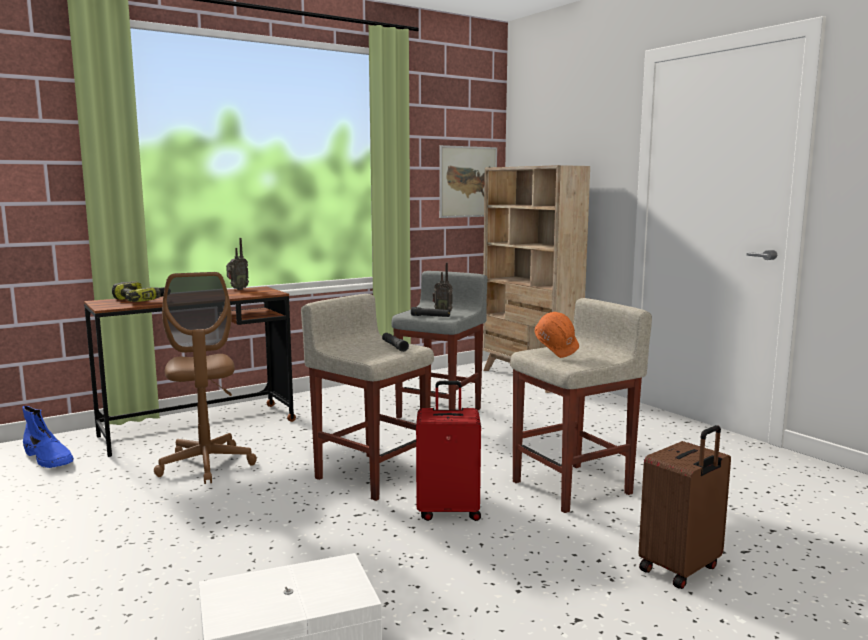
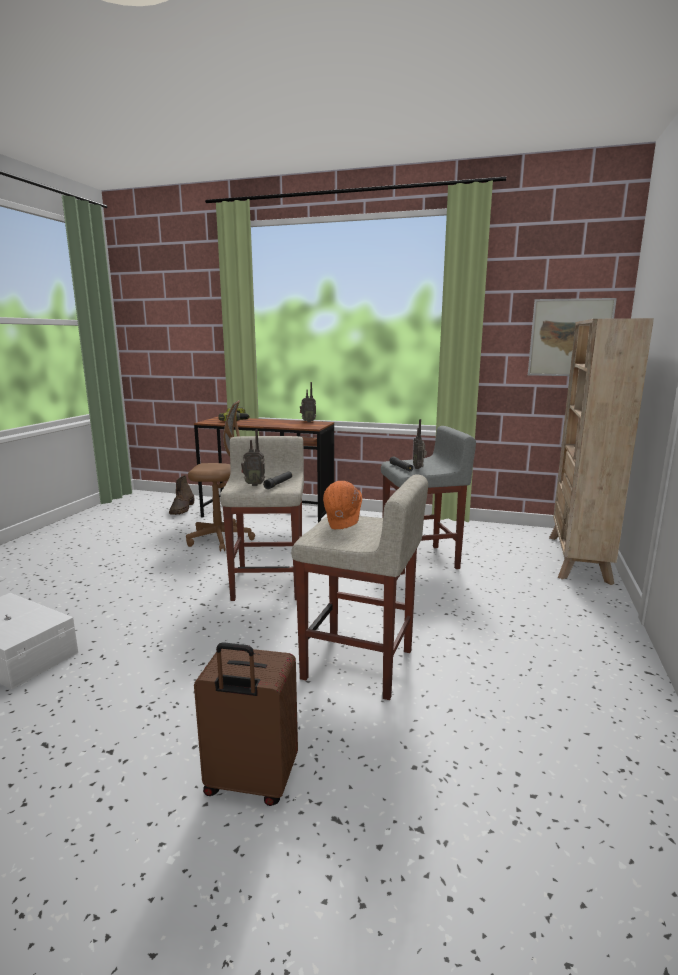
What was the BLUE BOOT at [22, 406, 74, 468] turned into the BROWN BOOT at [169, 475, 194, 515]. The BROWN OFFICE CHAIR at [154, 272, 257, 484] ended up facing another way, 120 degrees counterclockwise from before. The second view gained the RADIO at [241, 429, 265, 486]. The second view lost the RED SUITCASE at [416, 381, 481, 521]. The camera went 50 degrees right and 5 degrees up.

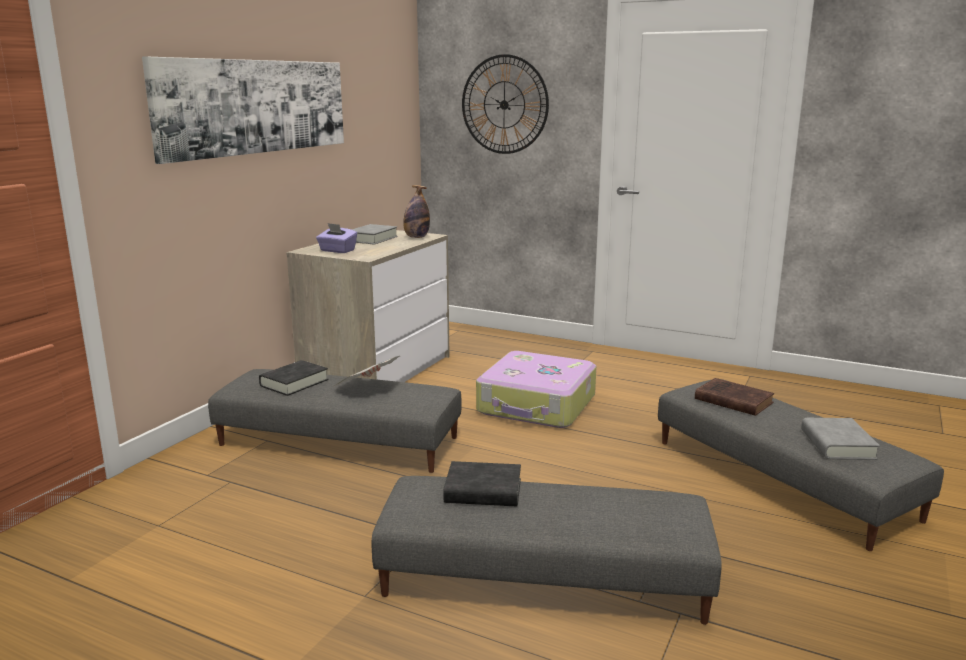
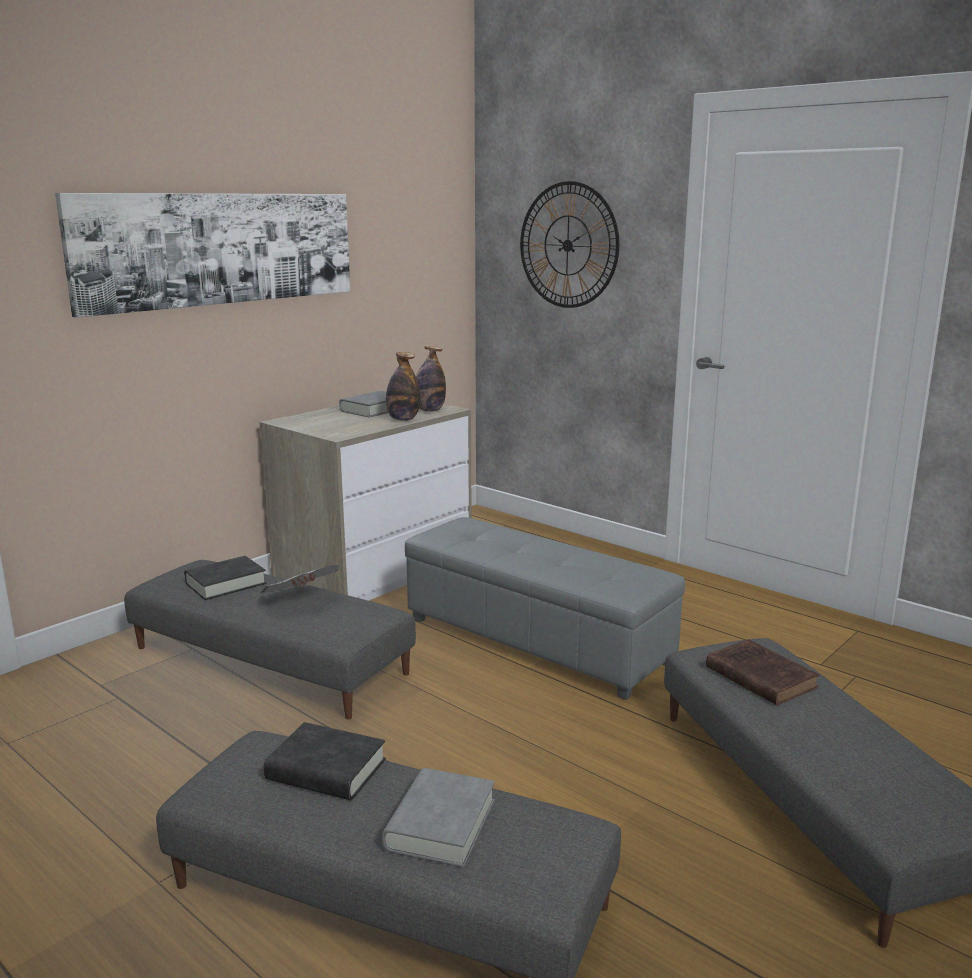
The GREY BOOK ended up elsewhere, having gone from [801, 418, 880, 460] to [382, 768, 495, 868]. The second view gained the BOTTLE at [386, 352, 420, 421]. Where the SUITCASE stood at [476, 351, 596, 428], the GREY OTTOMAN came to stand at [405, 517, 685, 700]. The second view lost the PURPLE TISSUE BOX at [316, 223, 357, 253]. The camera went 15 degrees right and 0 degrees up.

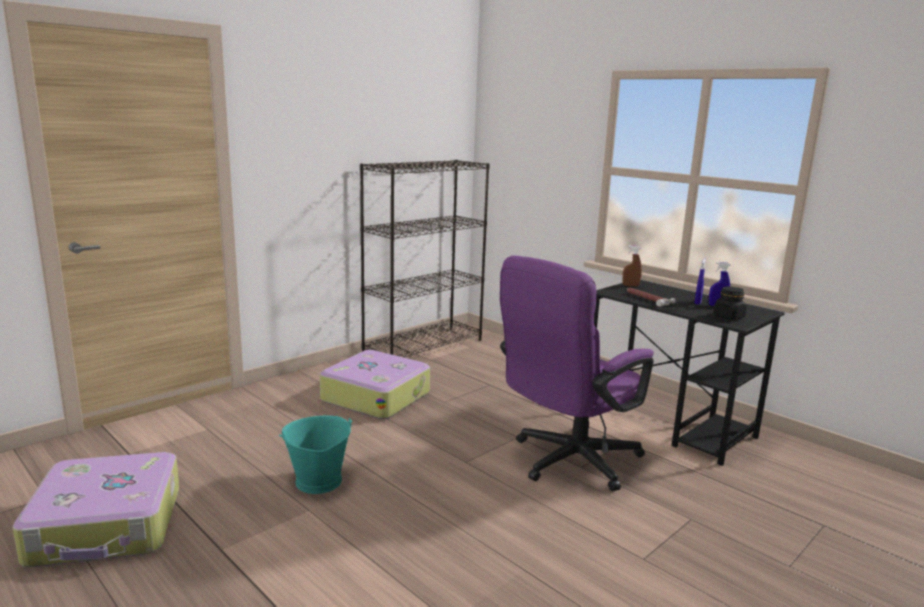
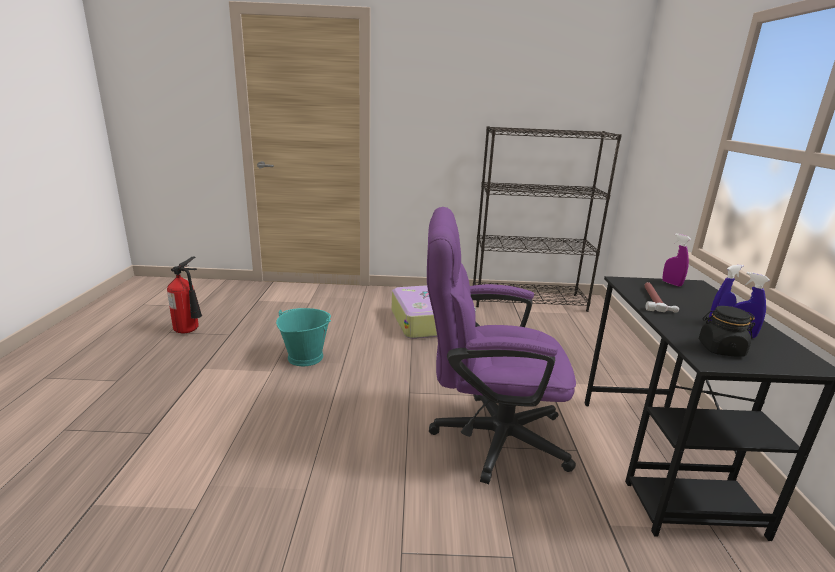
Where the SUITCASE stood at [12, 452, 179, 567], the FIRE EXTINGUISHER came to stand at [167, 256, 202, 333]. What was the BROWN SPRAY BOTTLE at [622, 245, 642, 287] turned into the PURPLE SPRAY BOTTLE at [662, 233, 691, 287]. The camera went 45 degrees right and 5 degrees up.

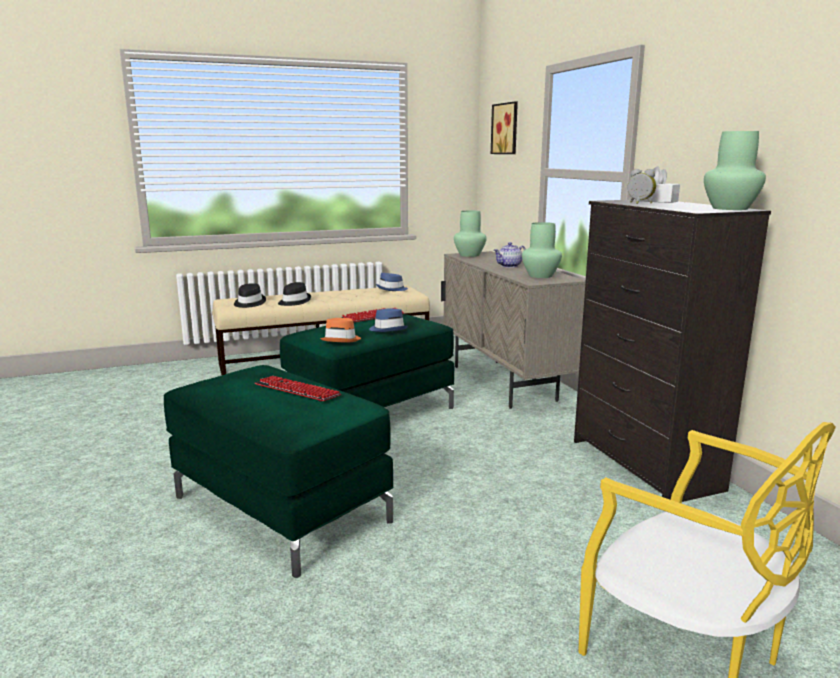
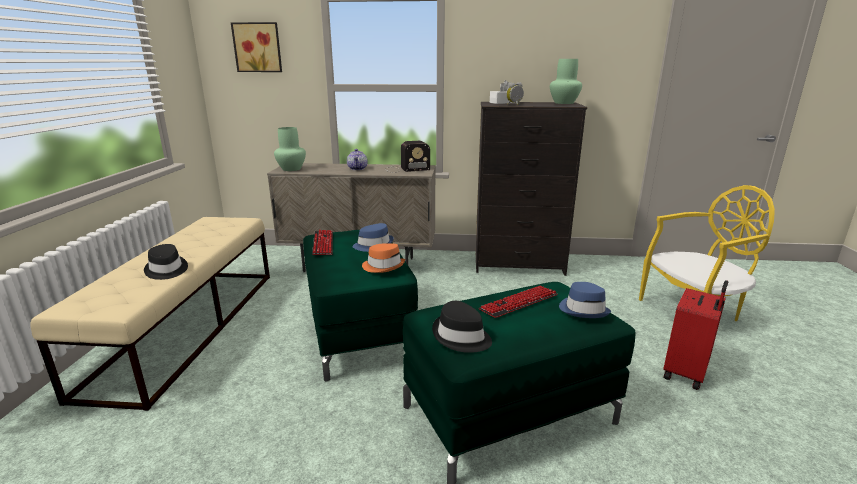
Where the GREEN VASE stood at [522, 222, 562, 278], the RADIO came to stand at [385, 141, 430, 173]. The BLACK HAT ended up elsewhere, having gone from [234, 283, 266, 308] to [432, 301, 492, 353]. The BLUE HAT ended up elsewhere, having gone from [376, 273, 408, 291] to [559, 282, 611, 318]. The second view gained the RED SUITCASE at [664, 280, 728, 390]. The camera went 65 degrees left and 5 degrees up.

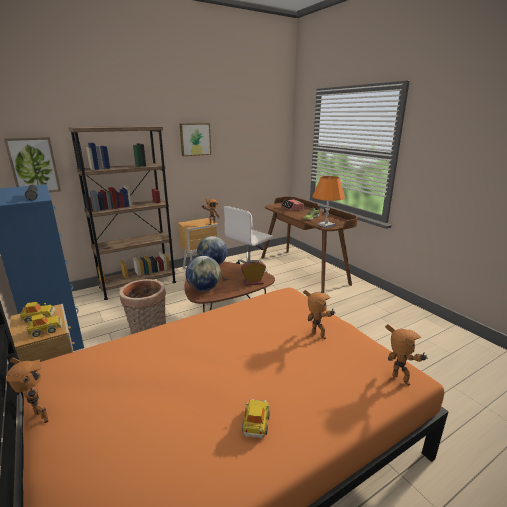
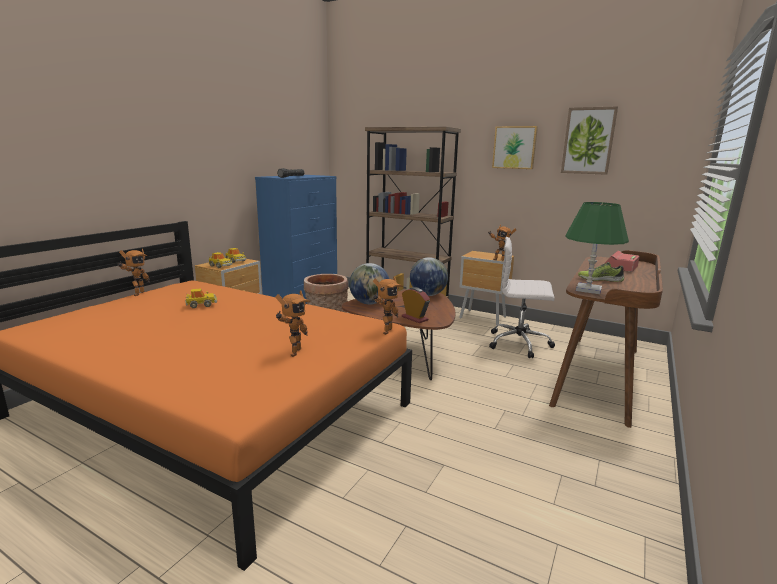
The TOY CAR ended up elsewhere, having gone from [242, 399, 270, 438] to [185, 289, 217, 308]. The TOY ROBOT ended up elsewhere, having gone from [385, 324, 428, 386] to [373, 277, 403, 335]. The PICTURE ended up elsewhere, having gone from [4, 137, 61, 192] to [561, 106, 618, 175]. What was the ORANGE TABLE LAMP at [312, 176, 345, 228] turned into the GREEN TABLE LAMP at [566, 202, 629, 294]. The camera went 60 degrees right and 5 degrees down.

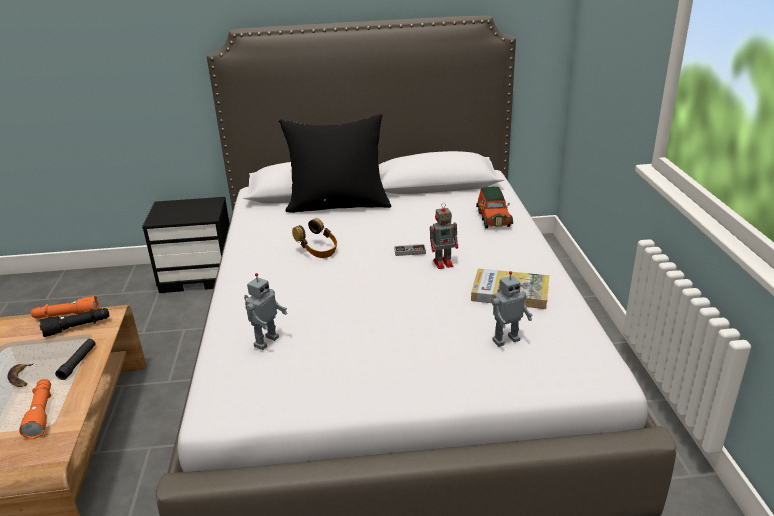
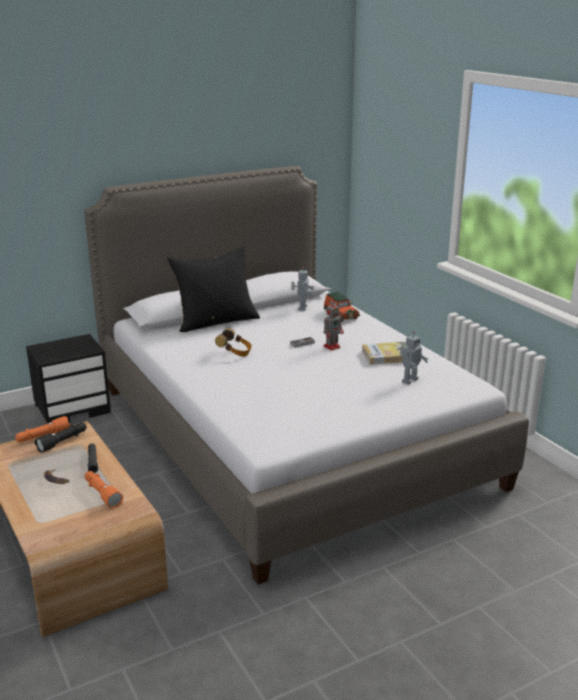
The TOY ROBOT ended up elsewhere, having gone from [244, 273, 288, 350] to [291, 266, 314, 311]. The camera went 25 degrees left and 5 degrees down.

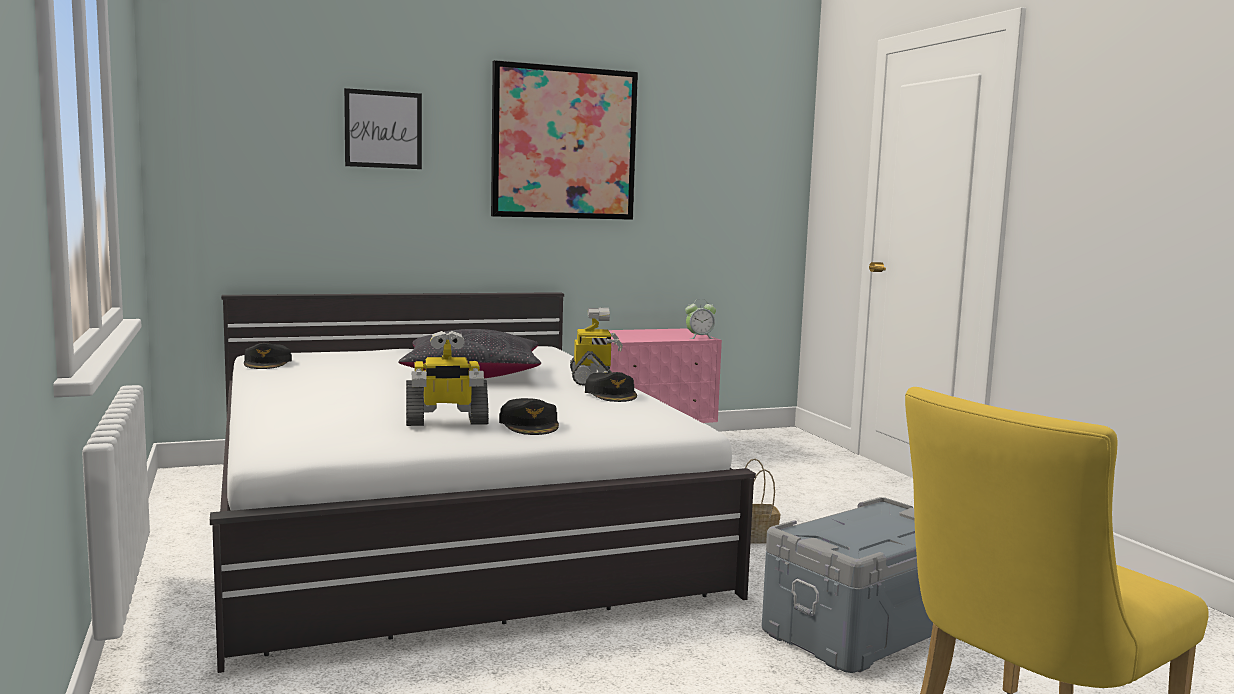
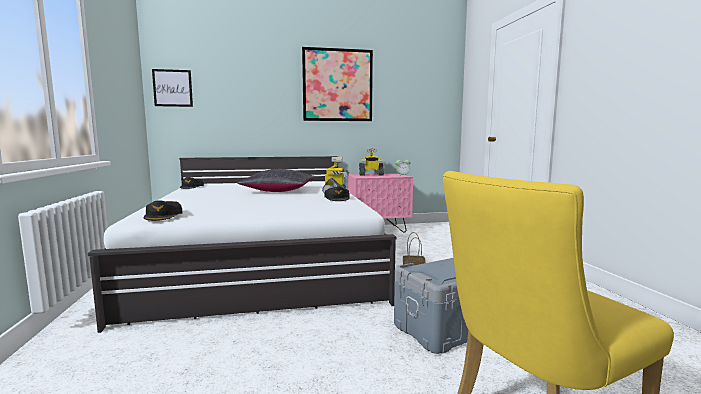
The BLACK CAP ended up elsewhere, having gone from [499, 398, 559, 435] to [144, 200, 182, 221]. The PICTURE ended up elsewhere, having gone from [344, 88, 422, 169] to [152, 69, 193, 107]. The TOY ROBOT ended up elsewhere, having gone from [406, 331, 489, 426] to [359, 148, 384, 176]. The camera went 10 degrees right and 0 degrees up.

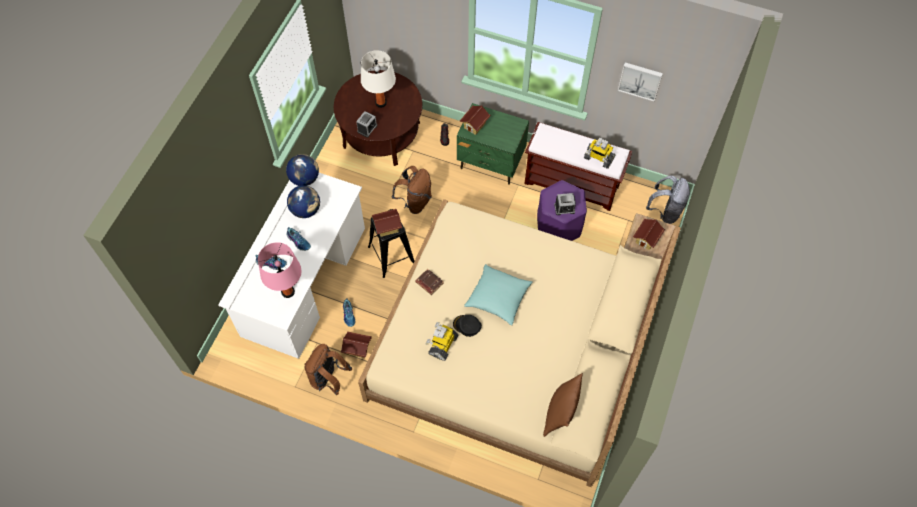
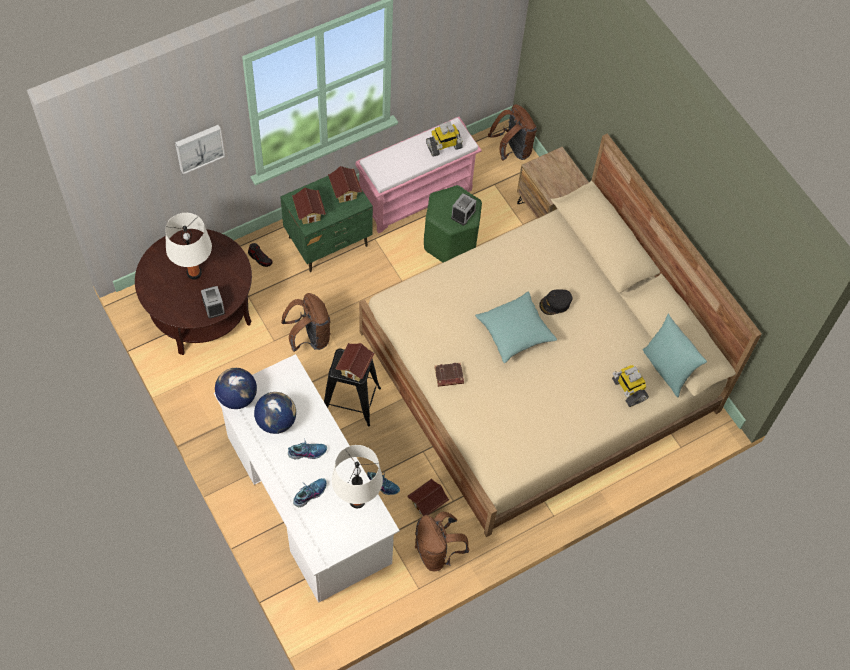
The PICTURE ended up elsewhere, having gone from [618, 62, 663, 101] to [175, 125, 225, 174]. The TOY HOUSE ended up elsewhere, having gone from [633, 218, 665, 250] to [328, 166, 362, 203]. What was the PINK TABLE LAMP at [258, 242, 302, 298] turned into the WHITE TABLE LAMP at [332, 445, 383, 508]. What was the BROWN BENCH at [524, 122, 632, 211] turned into the PINK BENCH at [355, 117, 482, 233]. What was the PURPLE STOOL at [537, 180, 587, 241] turned into the GREEN STOOL at [424, 185, 482, 263]. What was the GREY BACKPACK at [646, 176, 690, 224] turned into the BROWN BACKPACK at [488, 104, 537, 161]. The BLACK CAP ended up elsewhere, having gone from [453, 315, 482, 337] to [539, 289, 573, 315]. The TOY ROBOT ended up elsewhere, having gone from [425, 322, 458, 361] to [612, 365, 649, 407]. What was the BROWN PILLOW at [543, 373, 583, 437] turned into the TURQUOISE PILLOW at [643, 314, 707, 397]. The camera went 55 degrees left and 0 degrees up.

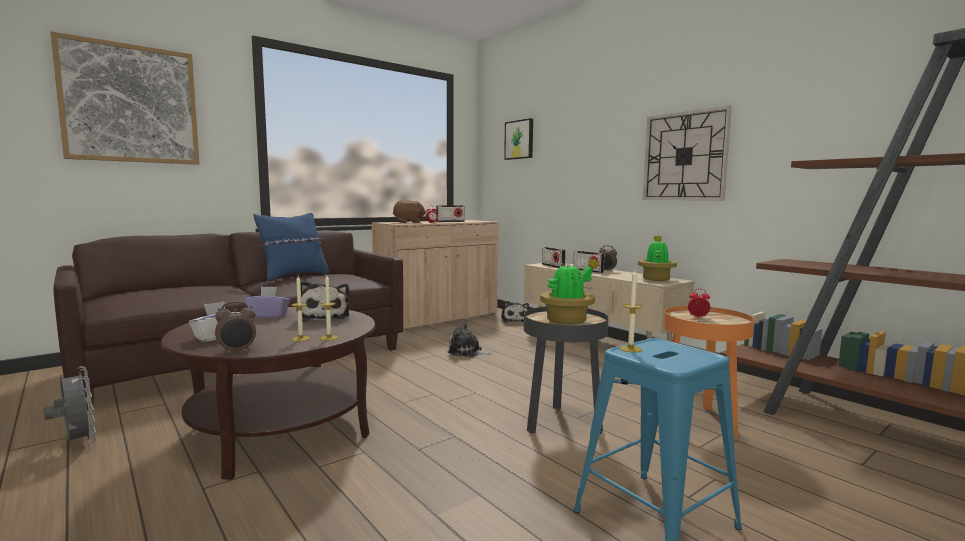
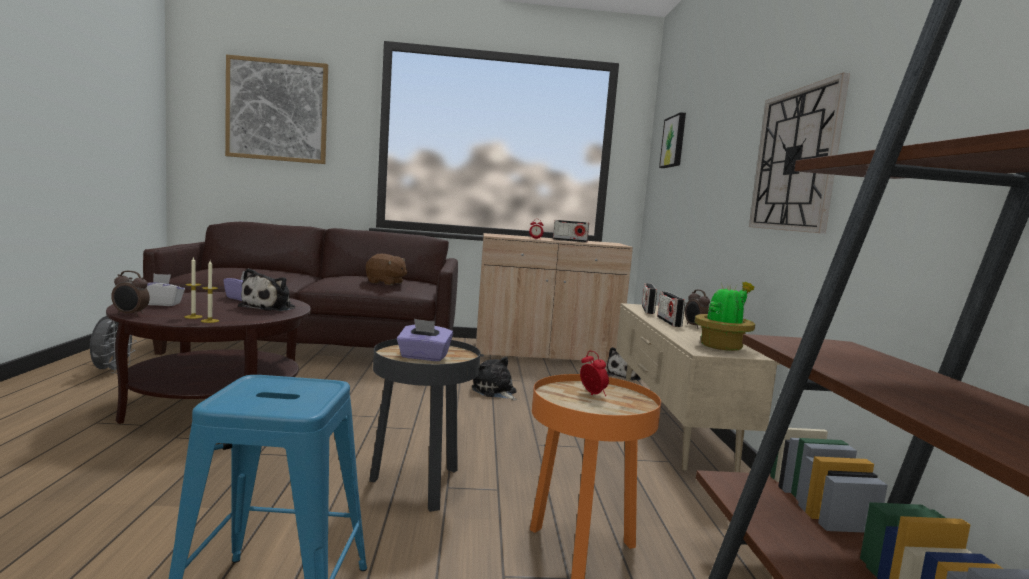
The BROWN PLUSH TOY ended up elsewhere, having gone from [393, 200, 426, 223] to [366, 254, 407, 285]. Where the POTTED PLANT stood at [540, 259, 600, 325], the PURPLE TISSUE BOX came to stand at [397, 319, 453, 361]. The second view lost the BLUE PILLOW at [253, 213, 329, 281]. The second view lost the CANDLE at [620, 270, 643, 353]. The camera went 35 degrees right and 0 degrees up.

